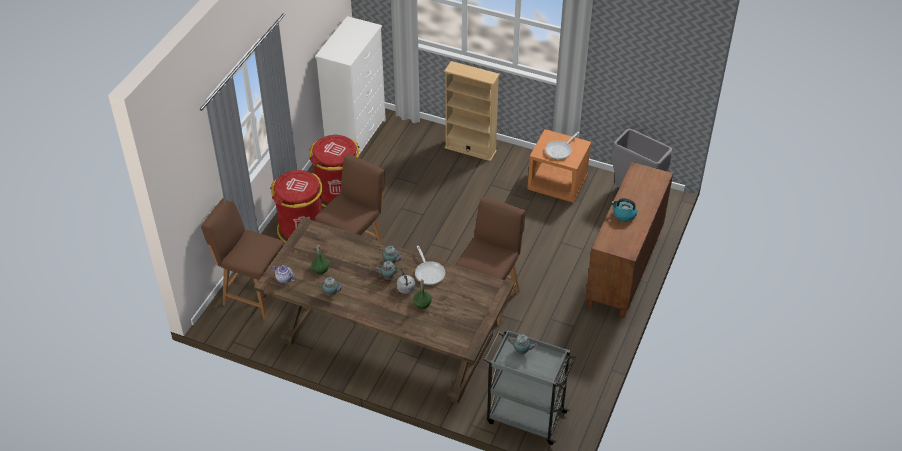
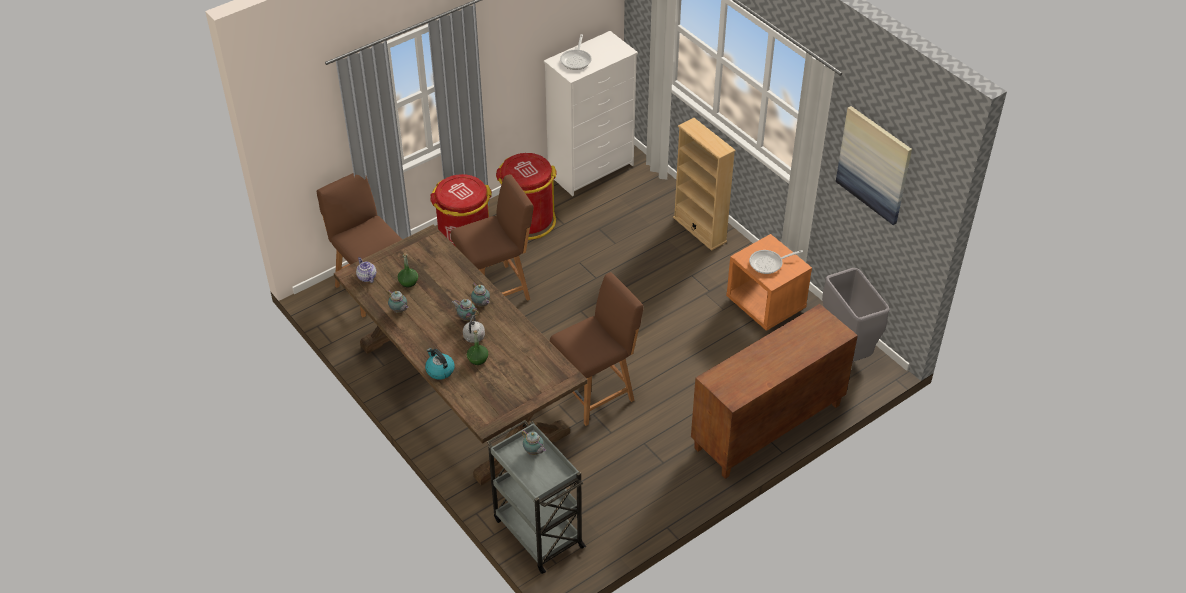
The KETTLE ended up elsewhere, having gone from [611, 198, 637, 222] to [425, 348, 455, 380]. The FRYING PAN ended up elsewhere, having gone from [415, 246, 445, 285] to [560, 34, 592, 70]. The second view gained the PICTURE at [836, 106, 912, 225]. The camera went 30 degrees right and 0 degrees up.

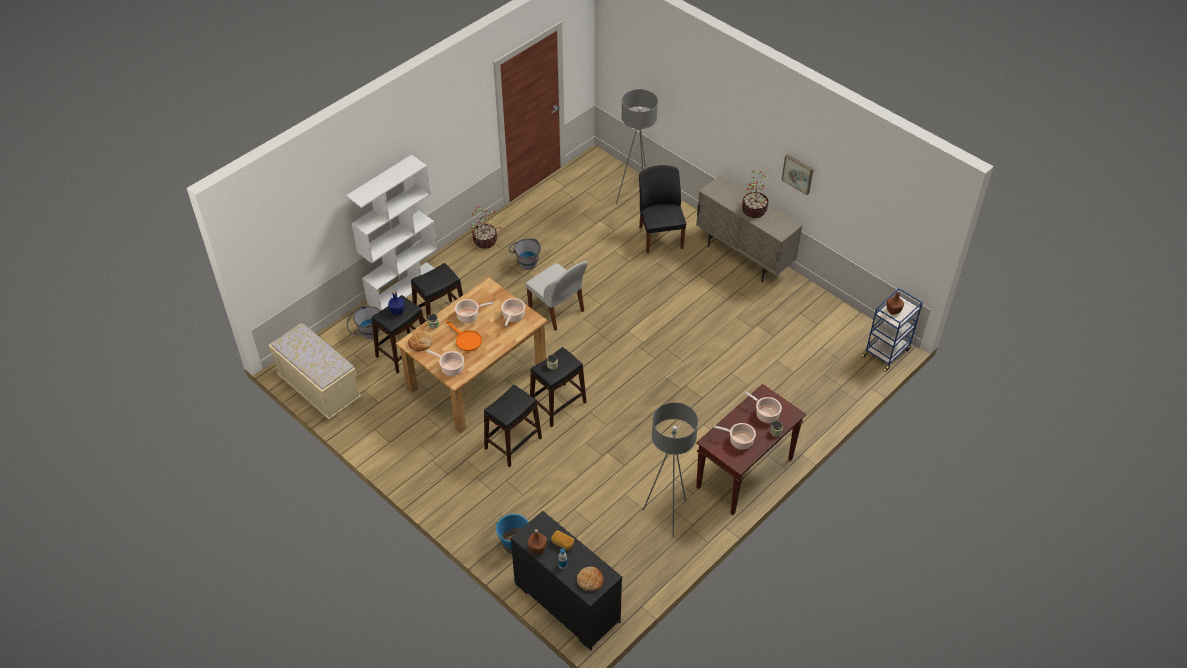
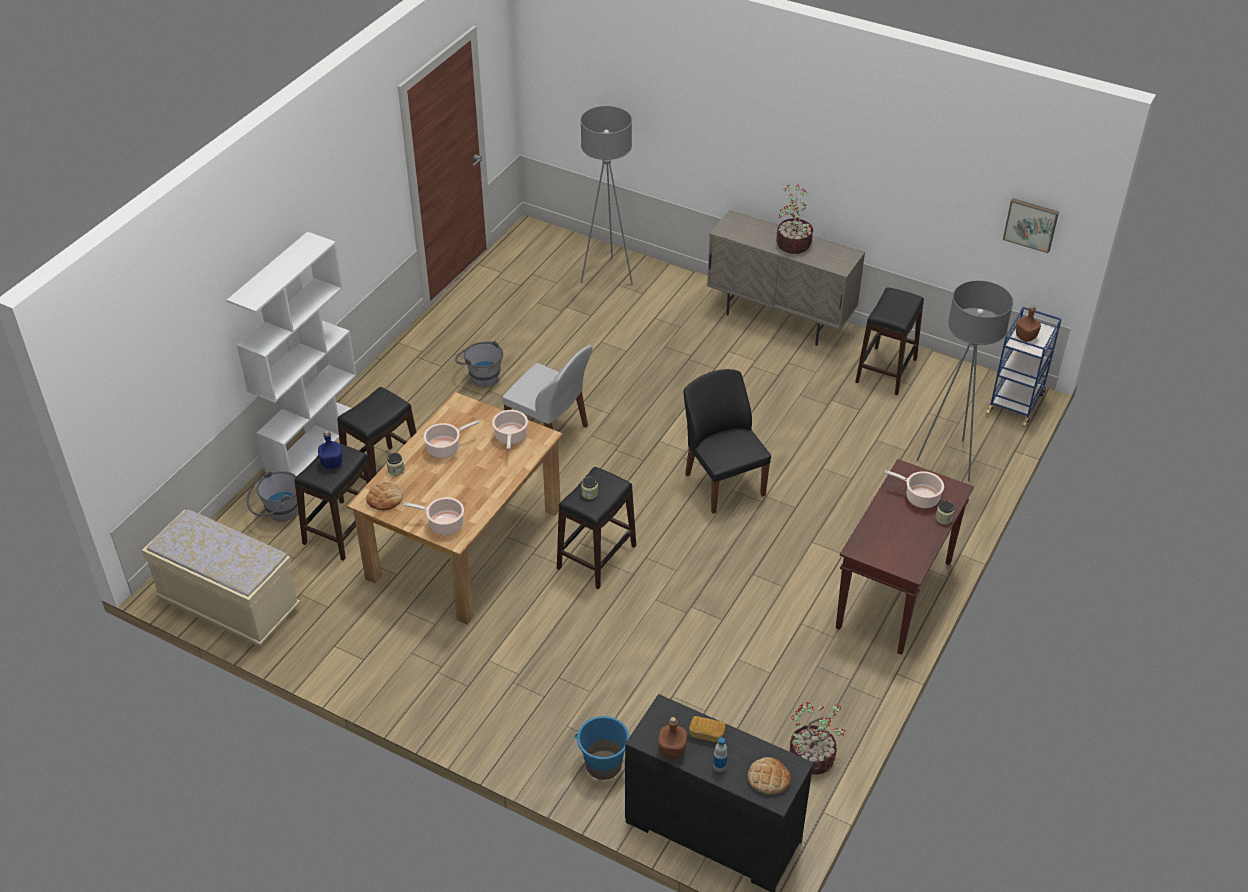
The BLACK CHAIR ended up elsewhere, having gone from [639, 165, 686, 253] to [683, 369, 771, 514]. The POTTED PLANT ended up elsewhere, having gone from [471, 206, 501, 249] to [790, 702, 846, 775]. The BLACK STOOL ended up elsewhere, having gone from [484, 385, 542, 467] to [855, 287, 924, 395]. The GREY FLOOR LAMP ended up elsewhere, having gone from [642, 402, 698, 538] to [917, 281, 1013, 482]. The PICTURE ended up elsewhere, having gone from [782, 154, 814, 195] to [1003, 198, 1059, 253]. The second view lost the ORANGE FRYING PAN at [446, 321, 482, 351]. The second view lost the COOKING POT at [714, 423, 756, 449]. The camera went 15 degrees left and 5 degrees down.

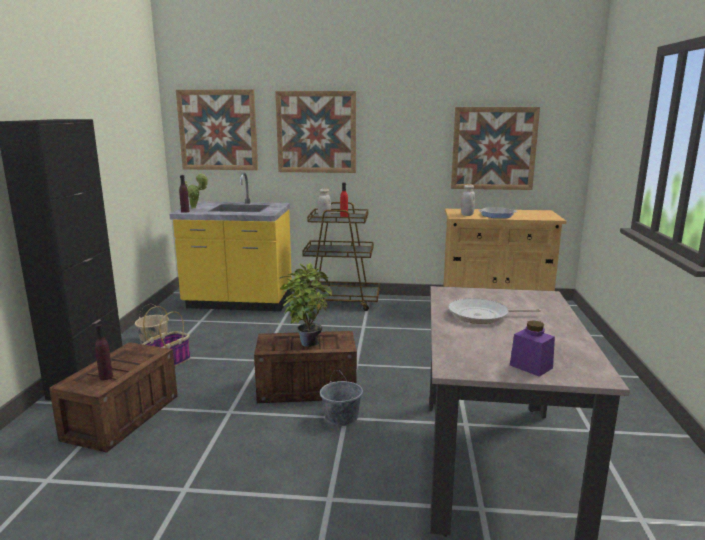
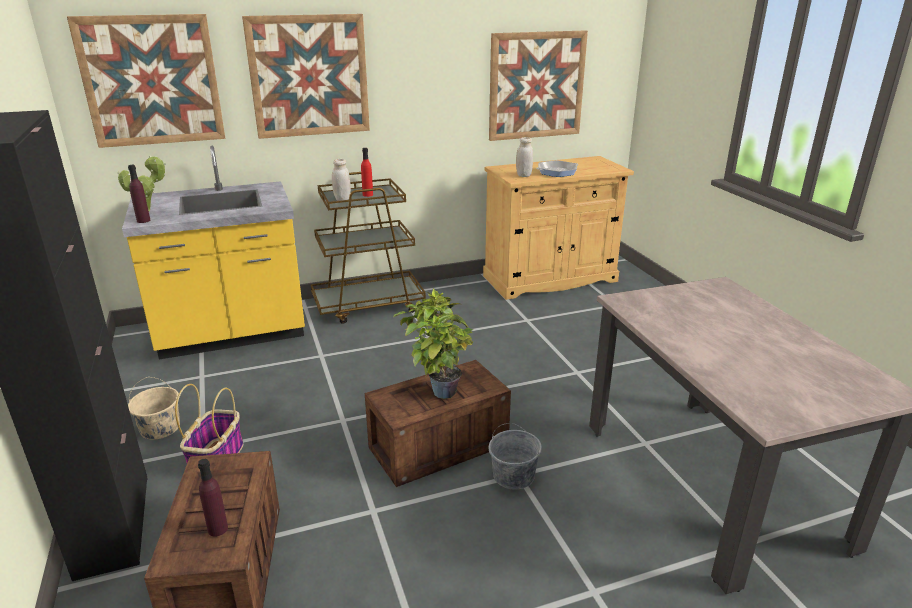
The second view lost the FRYING PAN at [448, 298, 541, 324]. The second view lost the PURPLE JAR at [510, 320, 555, 377]. The camera went 25 degrees left and 10 degrees up.

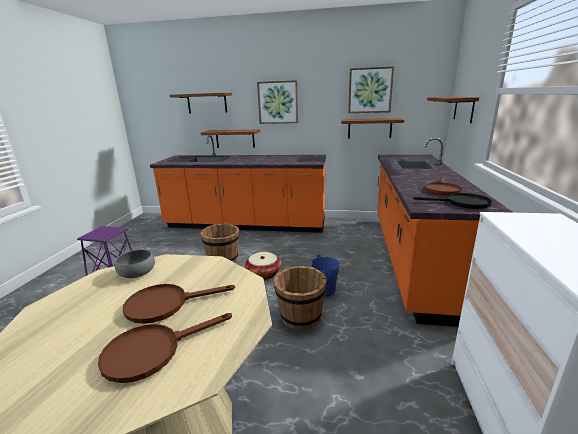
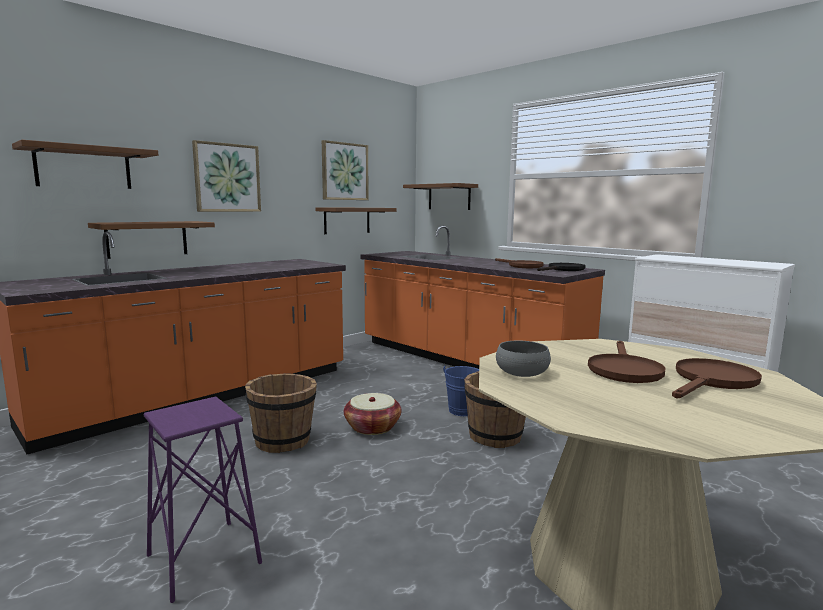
The BROWN FRYING PAN at [98, 313, 232, 383] ended up facing another way, 135 degrees counterclockwise from before. The camera went 55 degrees left and 10 degrees down.

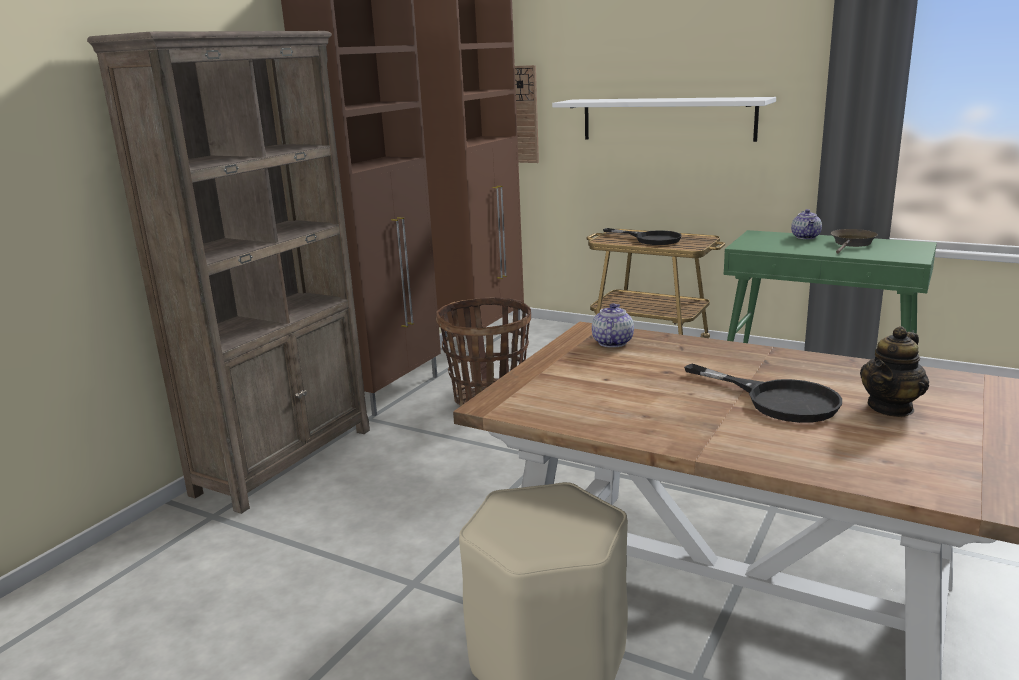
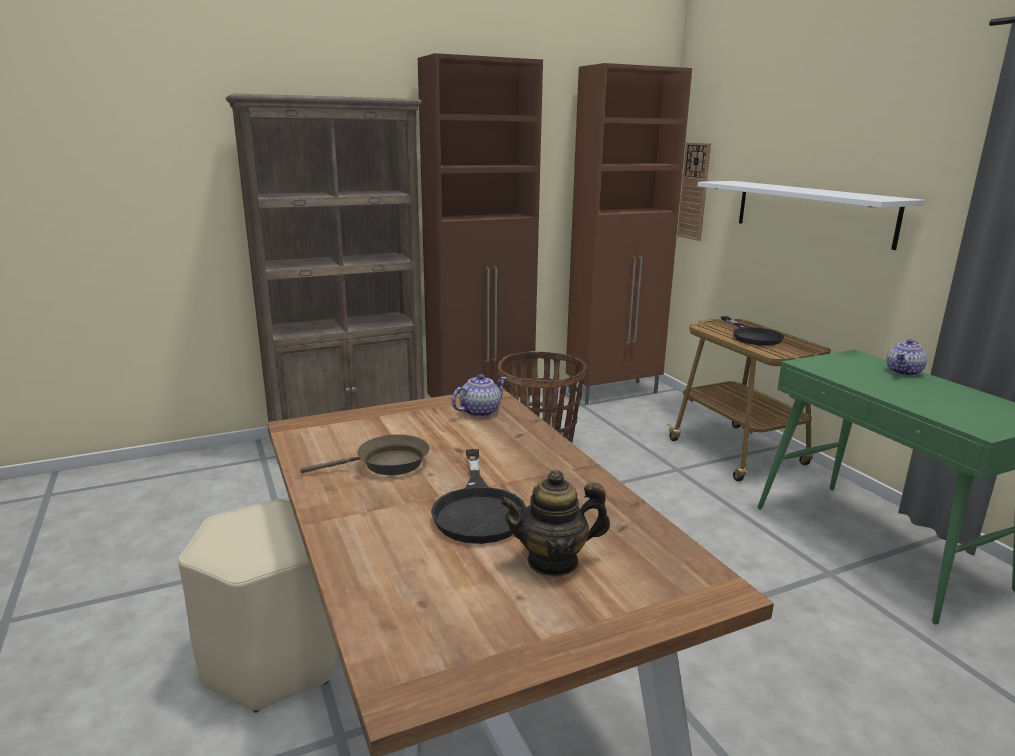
The BROWN FRYING PAN ended up elsewhere, having gone from [831, 229, 878, 254] to [300, 434, 429, 475]. The camera went 35 degrees right and 0 degrees up.

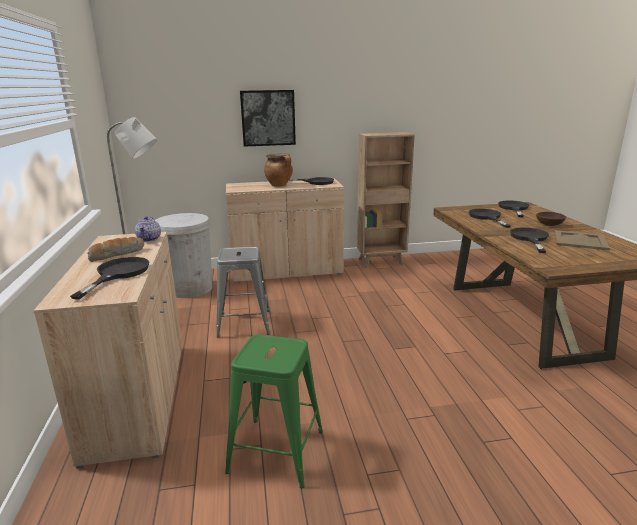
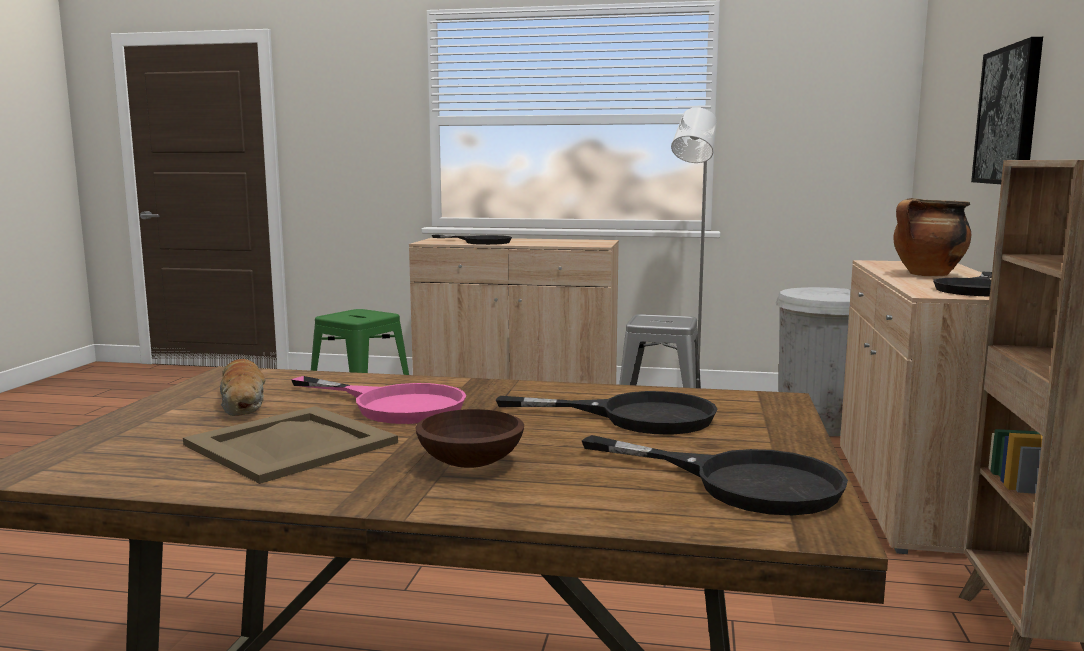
The BREAD ended up elsewhere, having gone from [88, 237, 144, 262] to [220, 359, 266, 416]. What was the BLACK FRYING PAN at [510, 228, 549, 253] turned into the PINK FRYING PAN at [291, 376, 466, 424]. The second view lost the TEAPOT at [135, 216, 161, 242]. The camera went 110 degrees right and 10 degrees down.

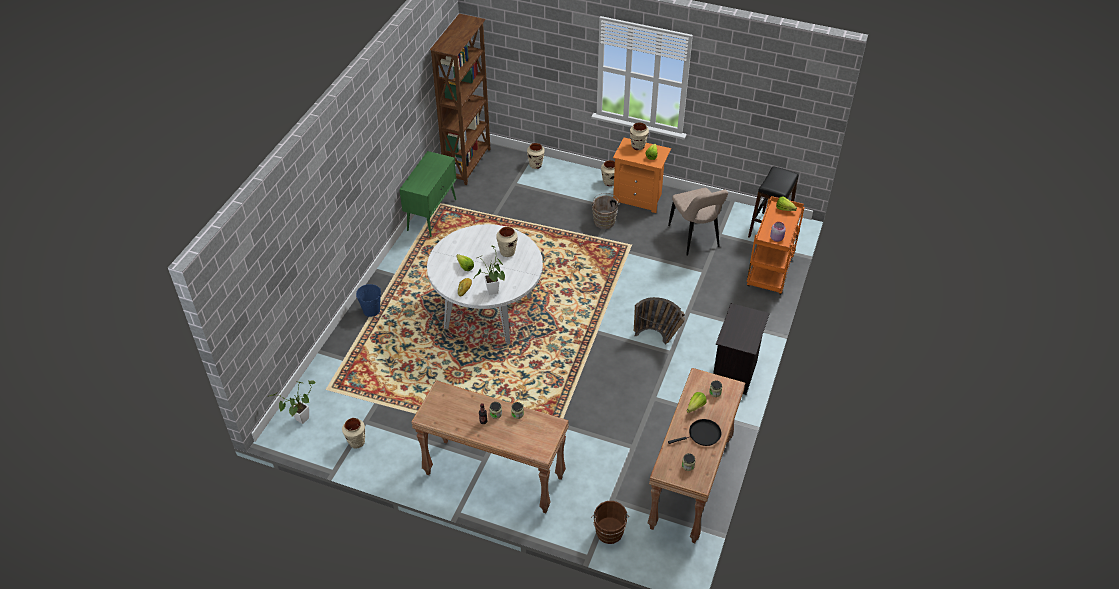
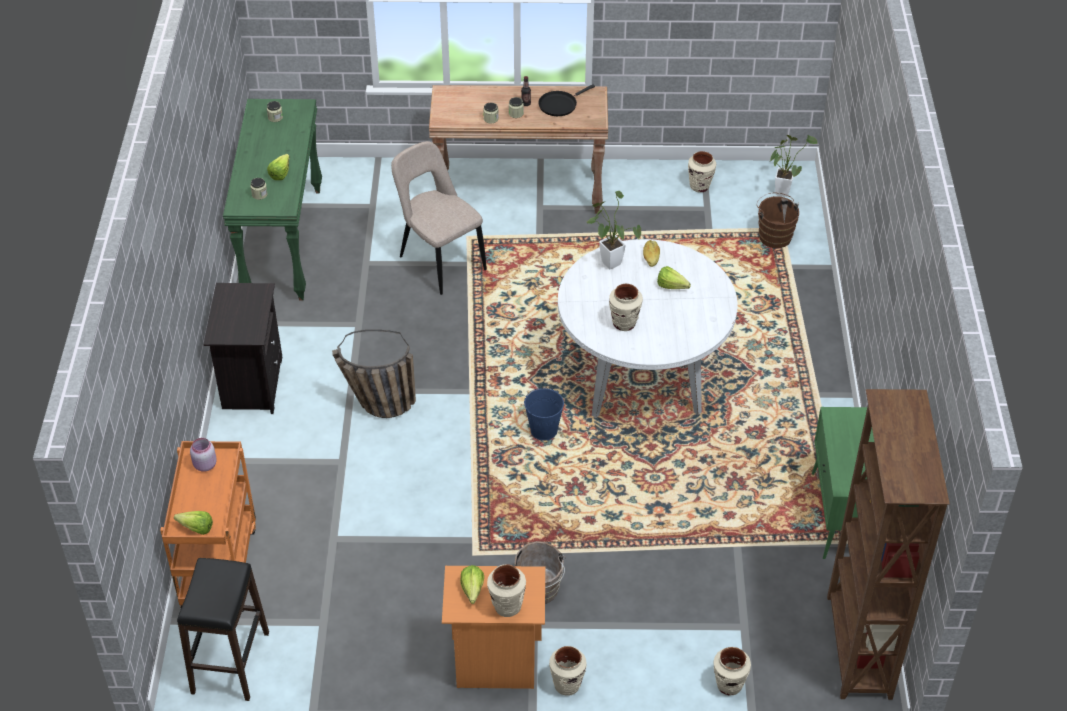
What was the BROWN CONSOLE TABLE at [647, 368, 745, 543] turned into the GREEN CONSOLE TABLE at [223, 99, 322, 301]. The BEIGE CHAIR ended up elsewhere, having gone from [668, 188, 728, 255] to [391, 141, 487, 295]. The BLUE BUCKET ended up elsewhere, having gone from [356, 284, 381, 317] to [524, 388, 564, 441]. The BLACK FRYING PAN ended up elsewhere, having gone from [668, 419, 721, 446] to [538, 84, 595, 116]. The BROWN BUCKET ended up elsewhere, having gone from [591, 501, 629, 544] to [757, 192, 799, 248]. The camera went 160 degrees right and 0 degrees up.

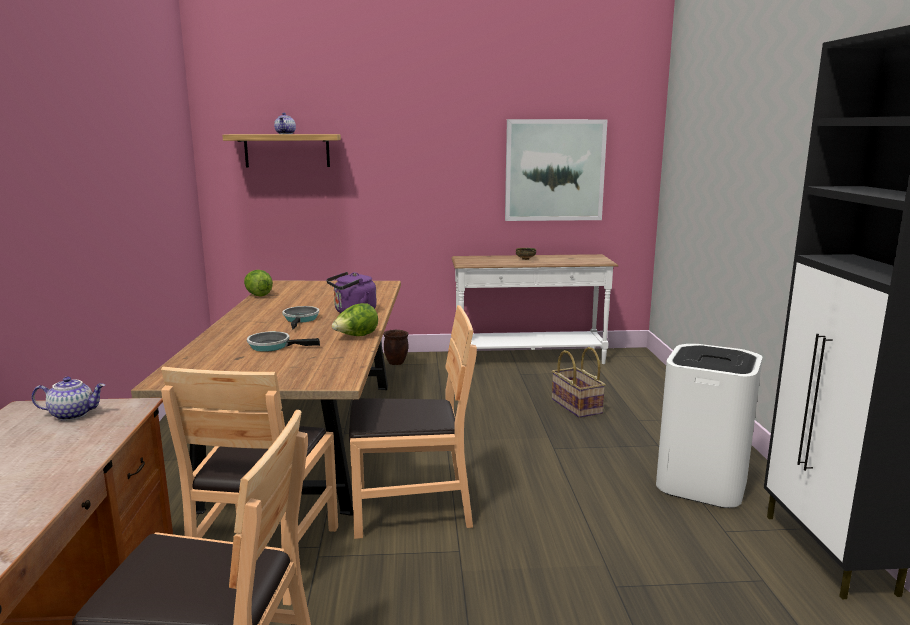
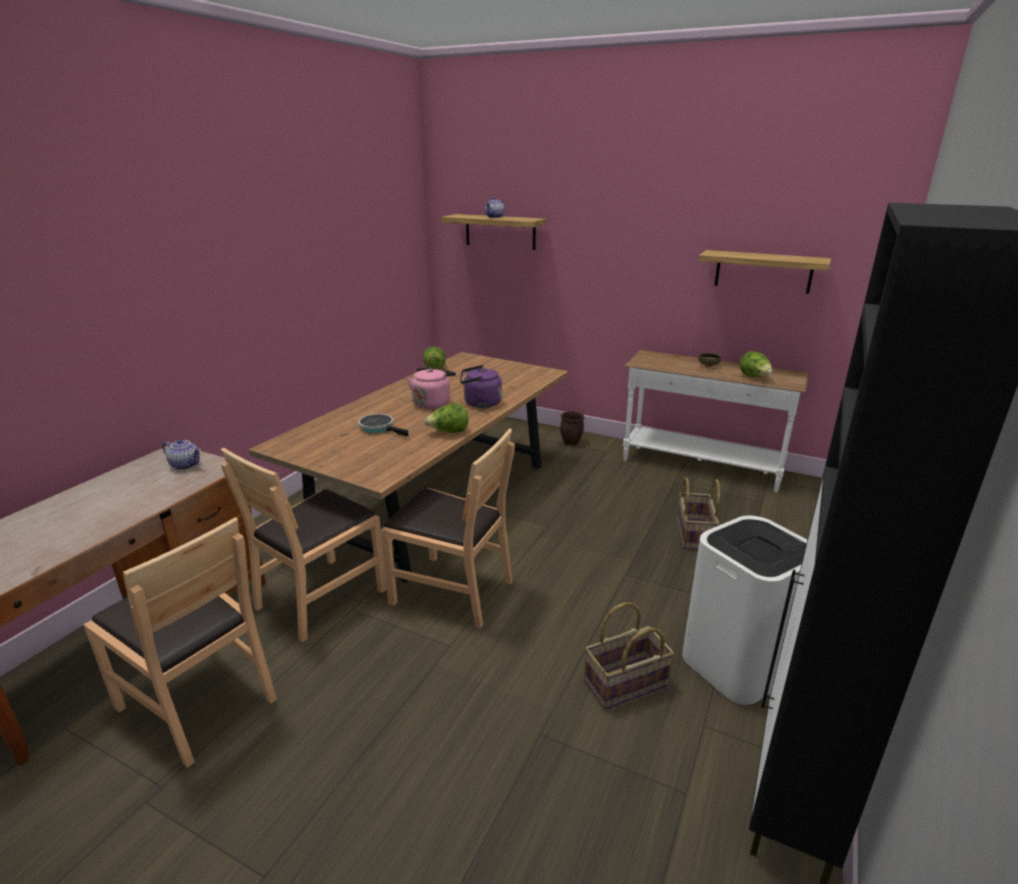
Where the FRYING PAN stood at [282, 306, 319, 329], the PINK KETTLE came to stand at [407, 367, 456, 409]. The second view gained the BASKET at [584, 602, 674, 710]. Where the PICTURE hung at [505, 119, 608, 221], the SHELF came to hang at [698, 250, 831, 294]. The second view gained the LETTUCE at [740, 351, 773, 377]. The camera went 30 degrees right and 10 degrees up.

